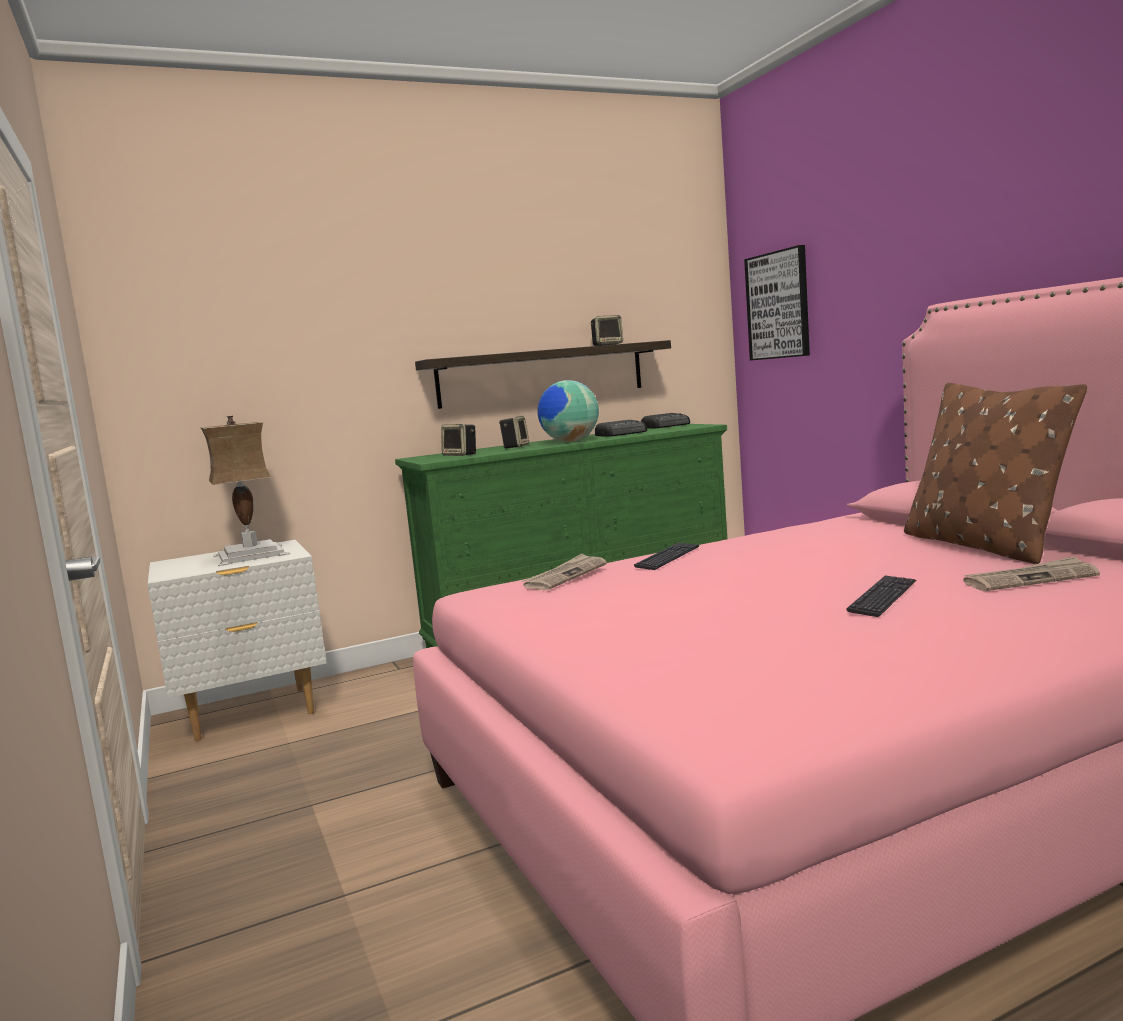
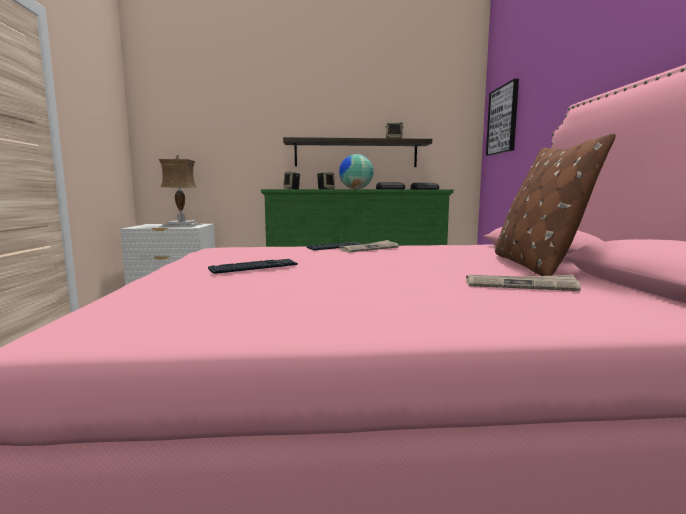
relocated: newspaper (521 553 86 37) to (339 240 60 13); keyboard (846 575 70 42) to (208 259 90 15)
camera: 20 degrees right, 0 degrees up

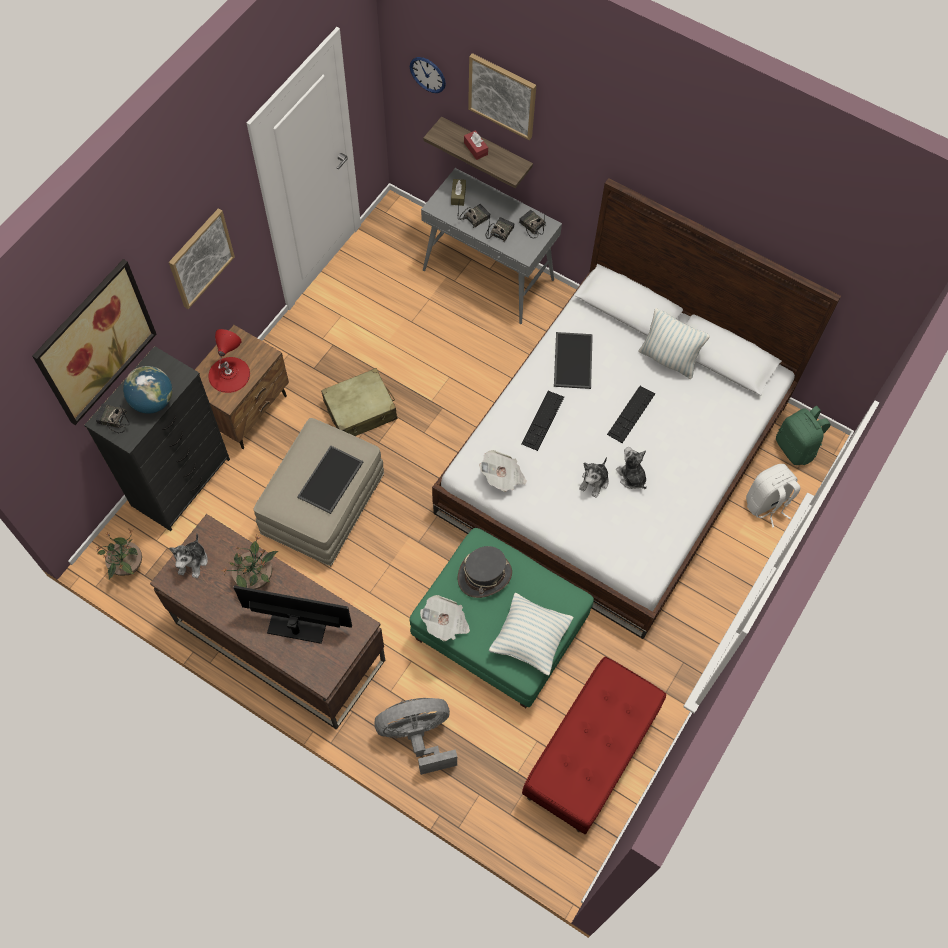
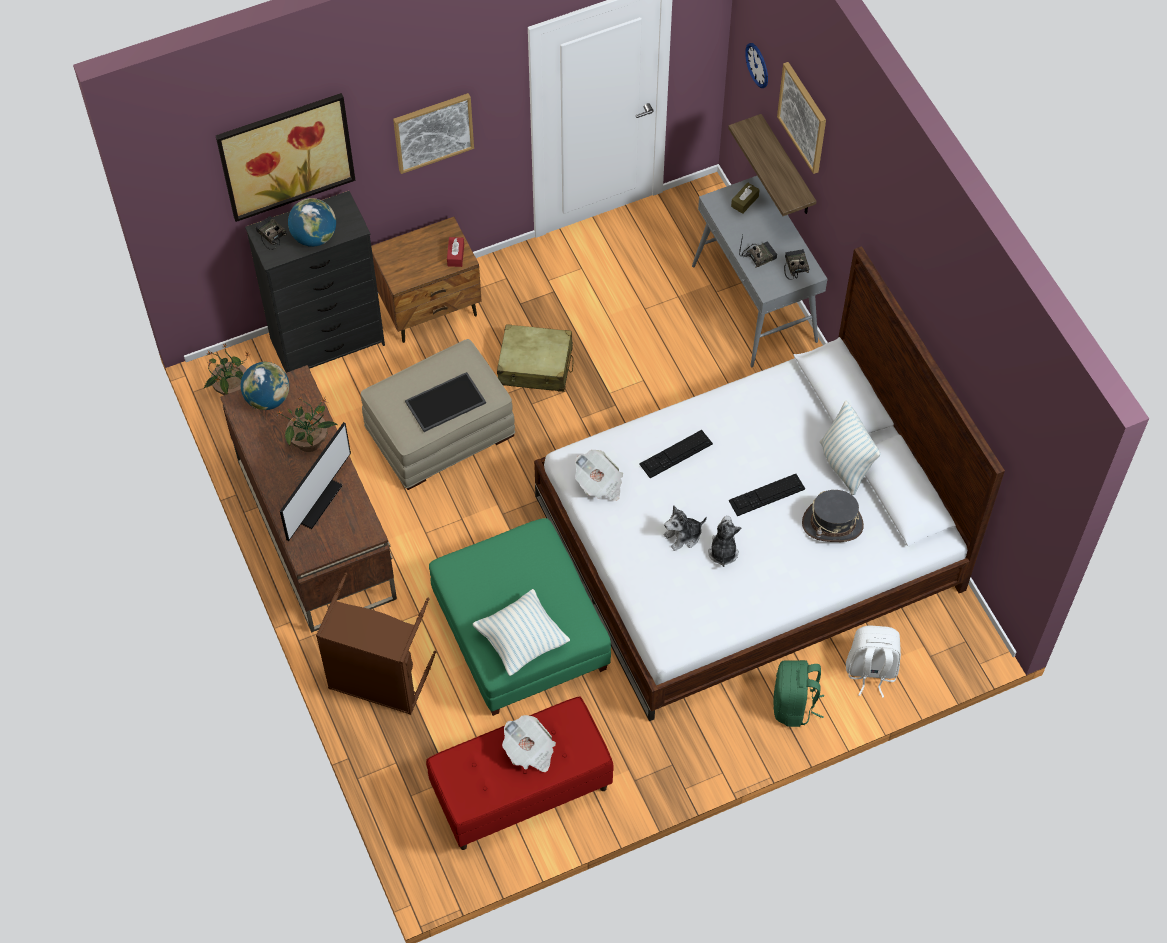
missing: red-coloured lamp for a table (208 329 42 64); radio set (458 204 32 24); carrying tray (554 332 39 57)
relocated: newspaper (420 595 50 46) to (502 715 54 57); greyish hat (458 546 54 52) to (802 490 62 52); red-coloured tissue holder (464 130 24 30) to (447 237 17 30); greenish backpack (776 406 55 59) to (773 660 51 67)
exchanged: cuddly toy (169 533 39 45) to world globe (241 362 48 48); greyish fan (375 698 82 77) to brownish washing basket (316 573 120 142)
spun: computer screen (234 585 118 59) = (280 422 71 119) 75 degrees clockwise
camera: 35 degrees right, 5 degrees down

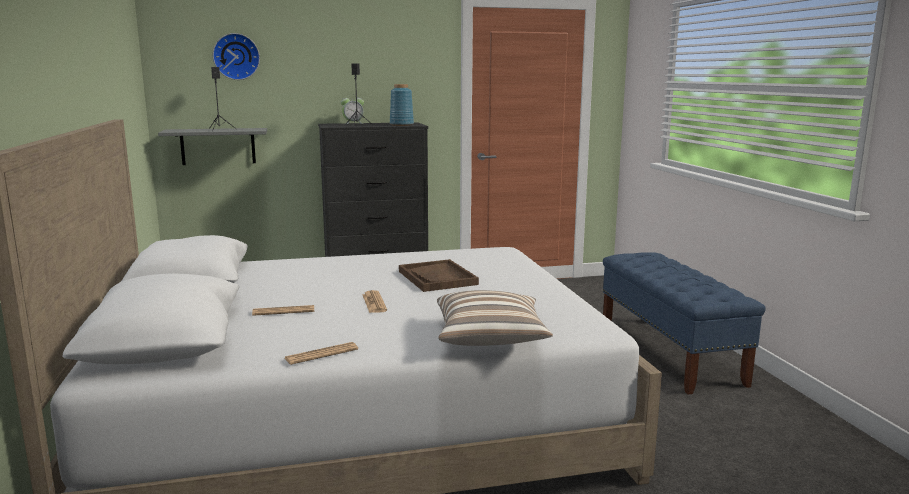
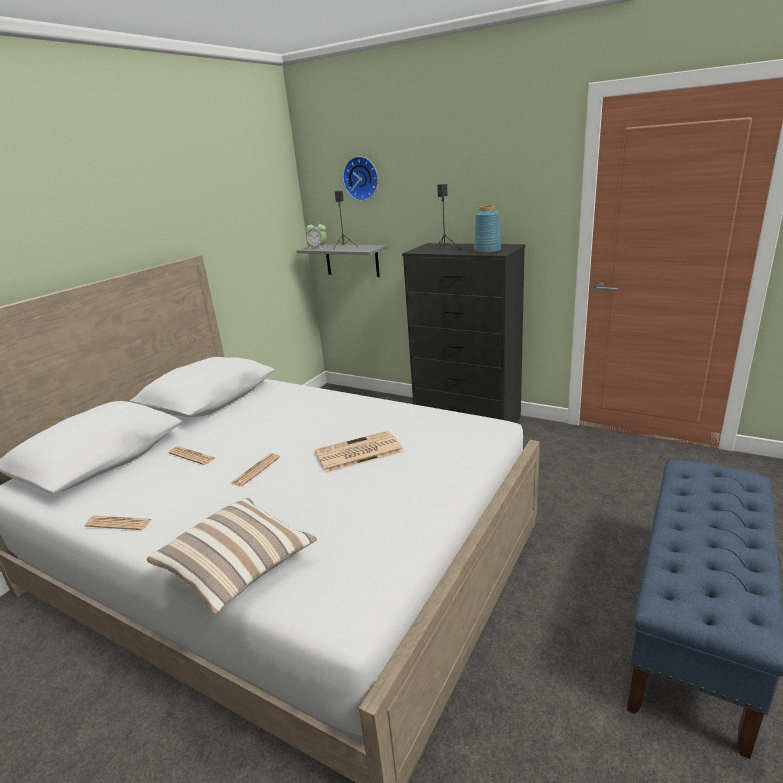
relocated: table clock (341 98 23 26) to (306 223 21 26)
exchanged: brownish carrying tray (399 259 80 33) to newspaper (315 431 89 42)
camera: 45 degrees right, 10 degrees up

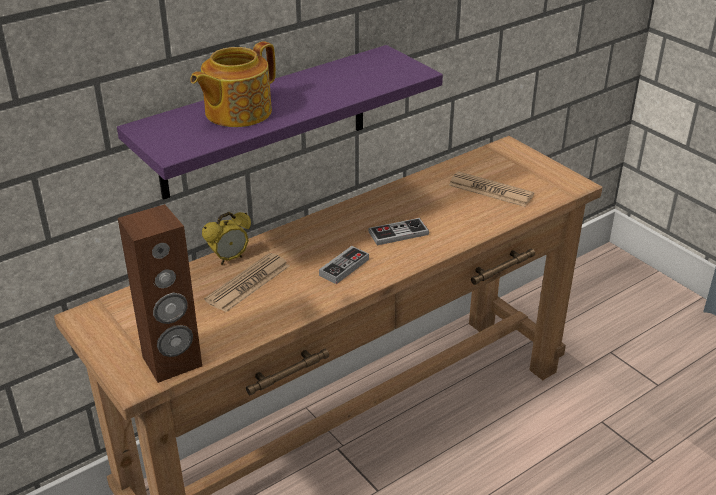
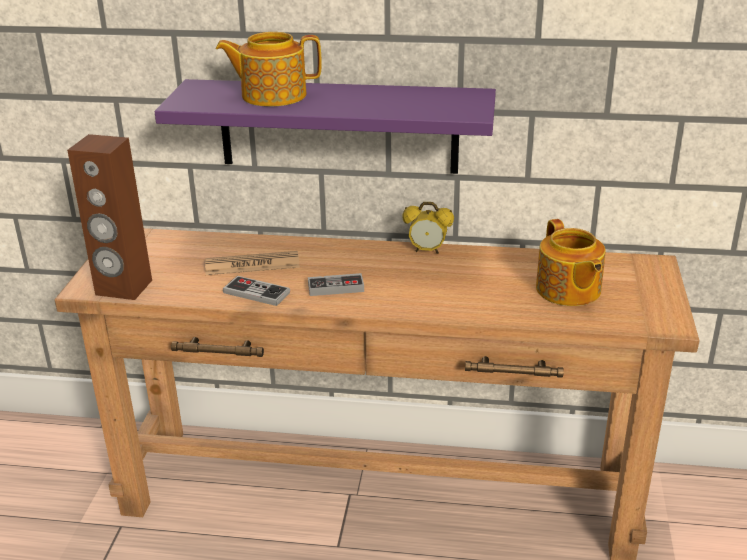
relocated: table clock (202 212 49 53) to (402 202 52 52); gamepad (368 218 61 27) to (223 276 67 30)
exchanged: newspaper (449 171 85 36) to tea pot (536 219 69 87)
camera: 45 degrees right, 5 degrees down

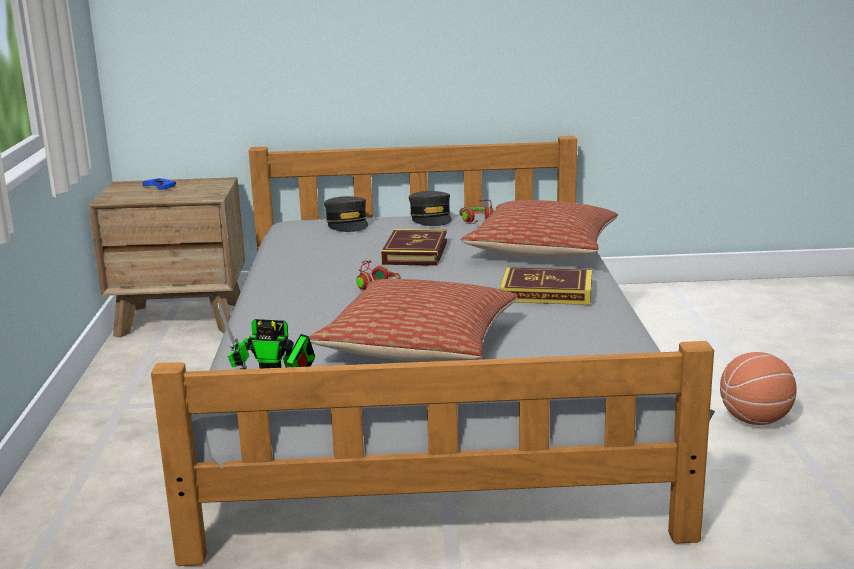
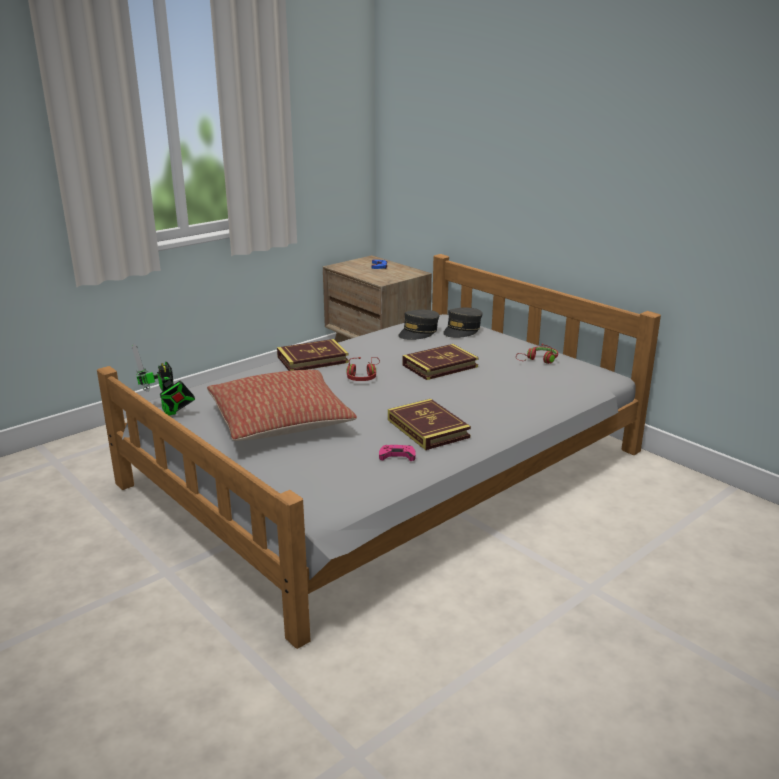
missing: pillow (461 200 157 58); basketball ball (720 352 77 73)
appeared: book (277 339 72 32); pink gamepad (379 445 37 16)
relocated: greyish cap (409 191 43 35) to (398 310 42 30)
camera: 50 degrees right, 5 degrees up

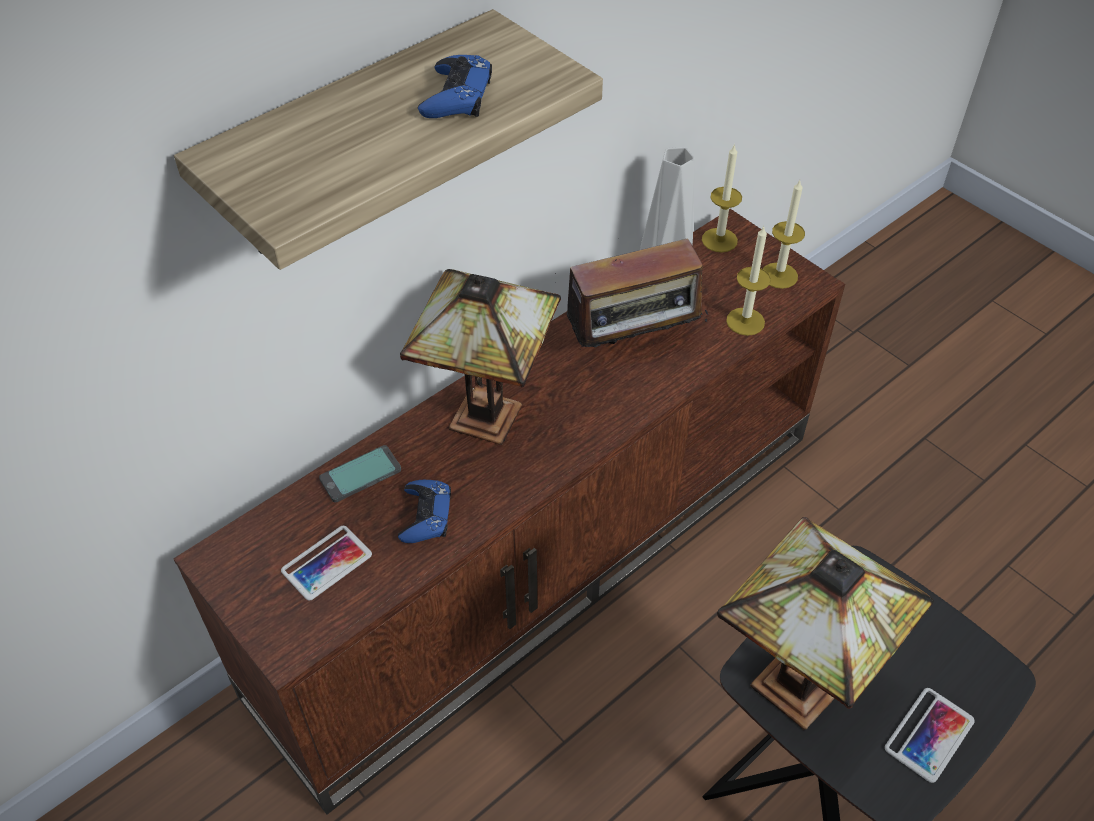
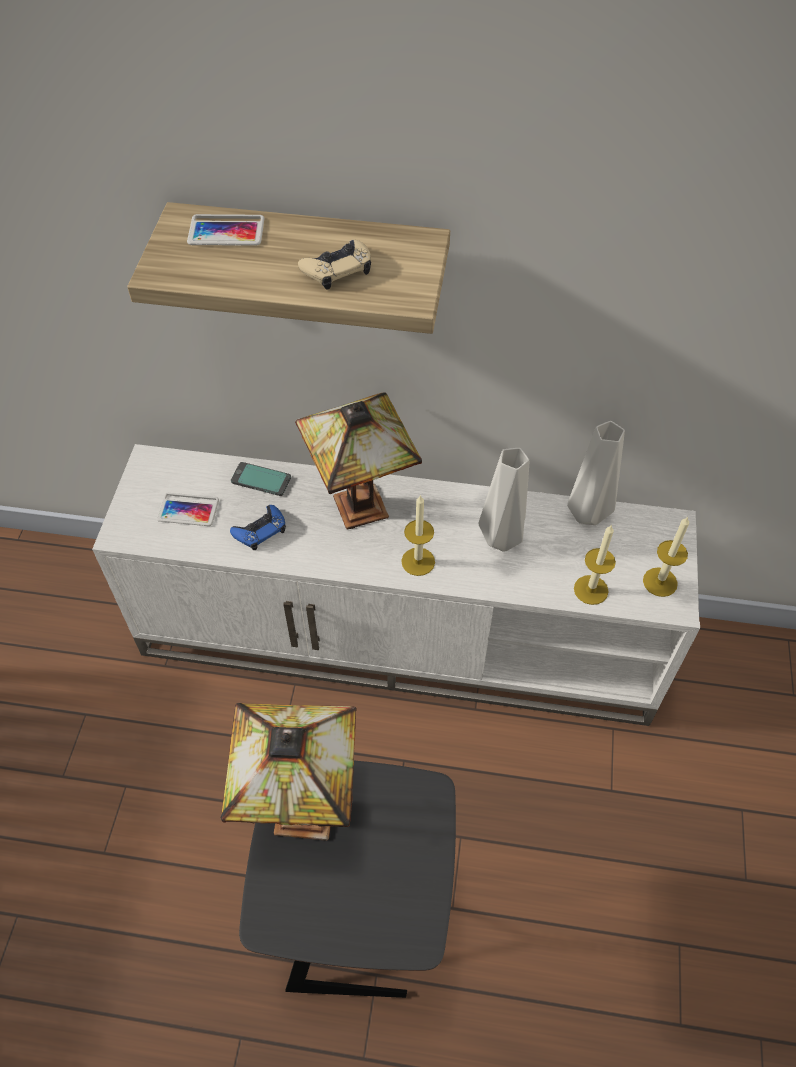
relocated: wax candle (702 144 40 109) to (401 495 34 81); telephone (885 688 90 95) to (187 214 77 32)
exchanged: radio set (555 238 153 109) to greyish decorative vase (479 448 50 104)
colour: brownish tv unit (173 209 672 605) to whitish tv unit (92 444 608 282); blue gamepad (418 55 74 63) to beige gamepad (298 240 73 49)
camera: 50 degrees right, 5 degrees up

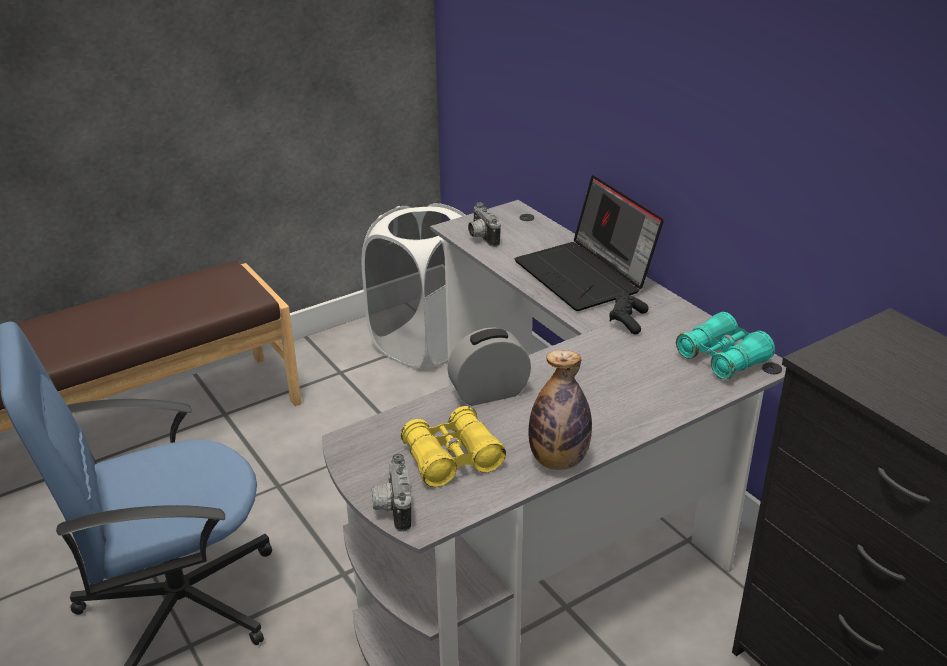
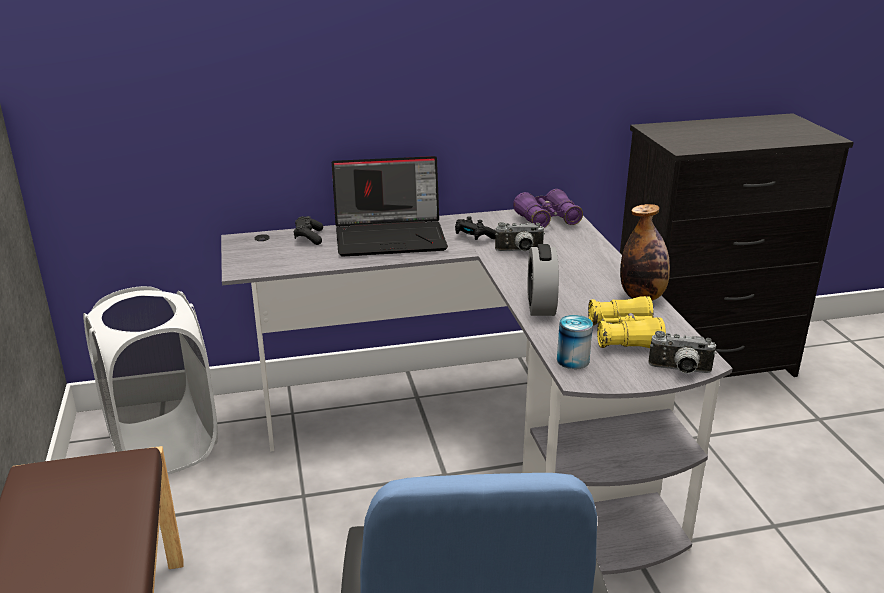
appeared: blackish gamepad (294 216 29 29); sealed can (557 315 36 54)
relocated: photo camera (468 203 33 44) to (495 222 50 29)
colour: turquoise pair of binoculars (676 312 99 67) to purplish pair of binoculars (513 189 70 39)
camera: 70 degrees left, 5 degrees down

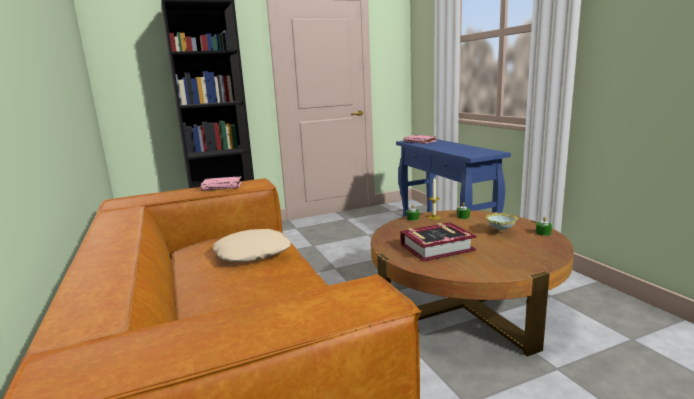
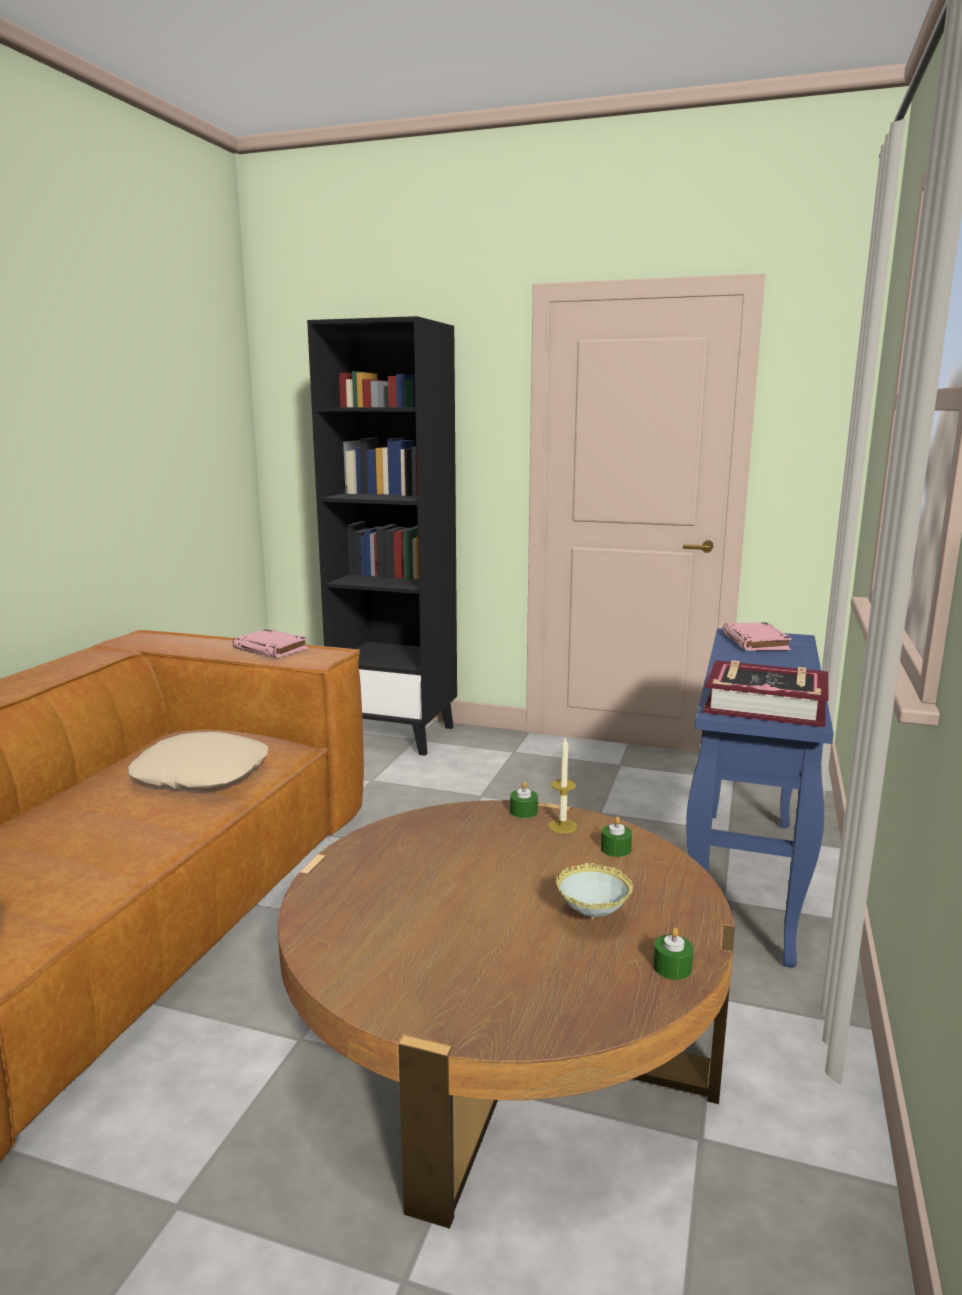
relocated: book (401 222 75 39) to (703 660 126 67)
camera: 40 degrees right, 0 degrees up

